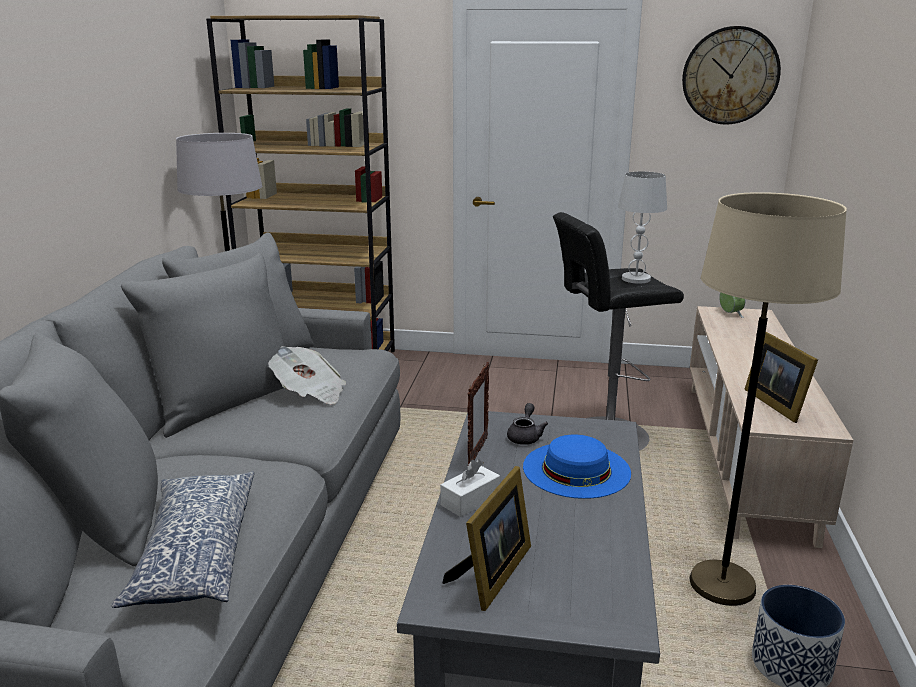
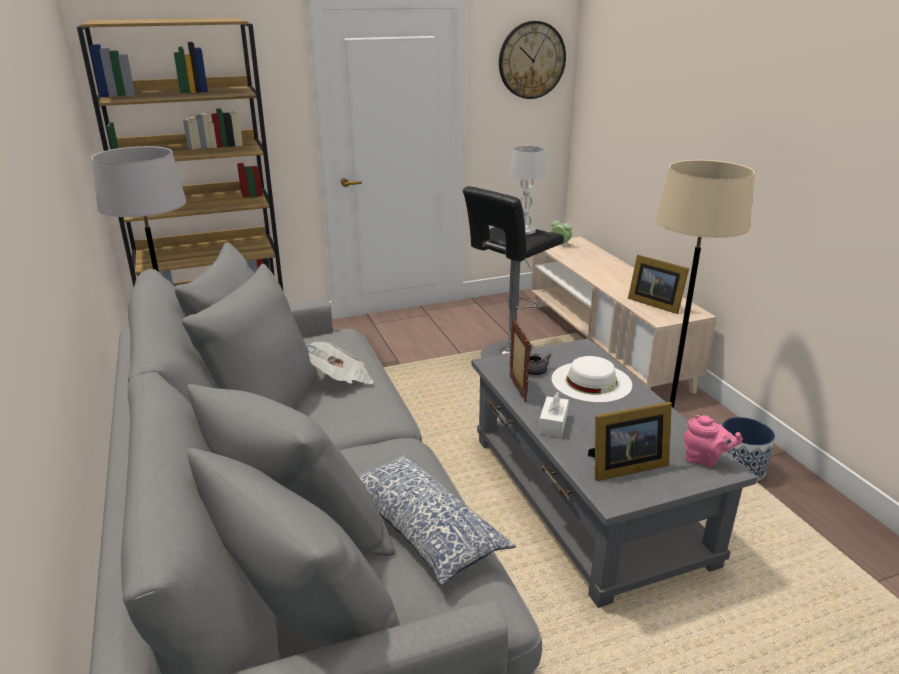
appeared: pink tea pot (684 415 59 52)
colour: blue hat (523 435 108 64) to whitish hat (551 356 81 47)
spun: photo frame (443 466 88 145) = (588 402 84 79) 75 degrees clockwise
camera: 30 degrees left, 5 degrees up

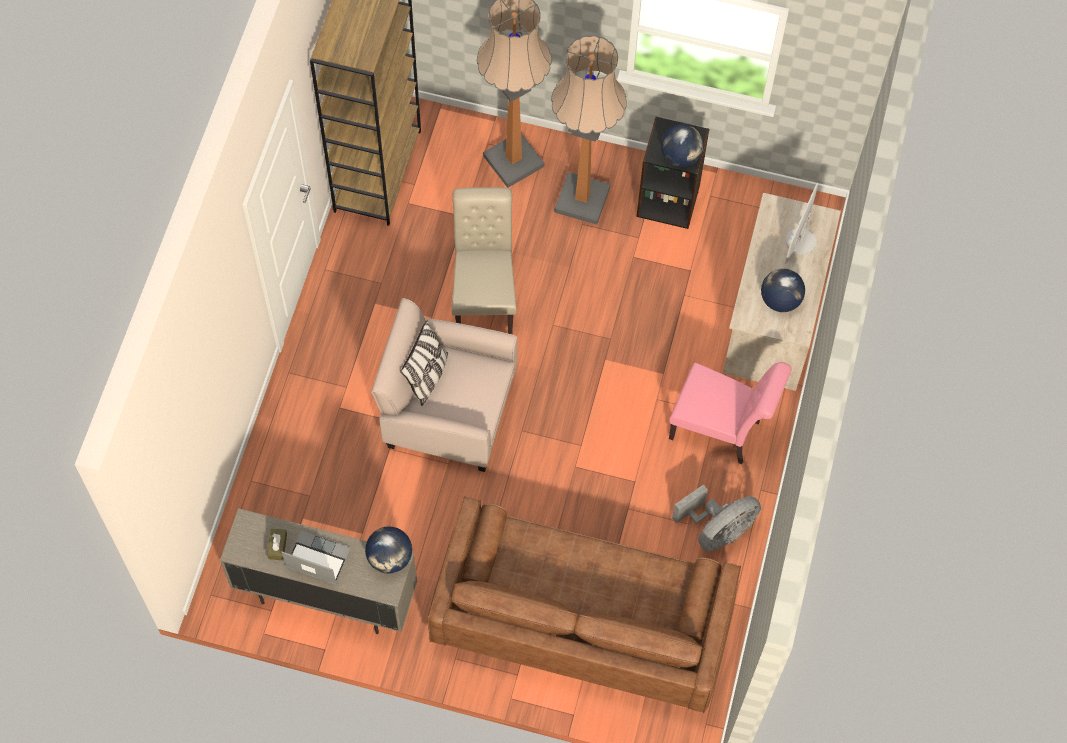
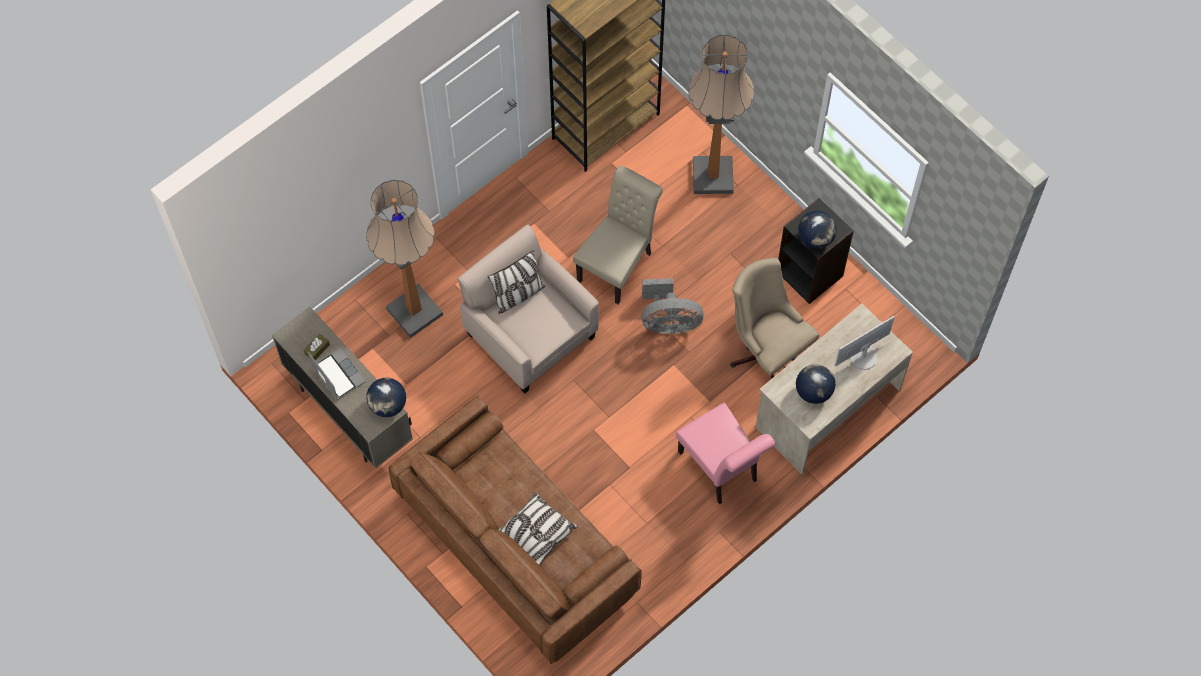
appeared: pillow (499 492 79 74); beige office chair (730 258 90 121)
relocated: standing lamp (551 35 76 190) to (366 180 77 158); greyish fan (672 485 90 67) to (642 278 62 56)
camera: 35 degrees right, 0 degrees up

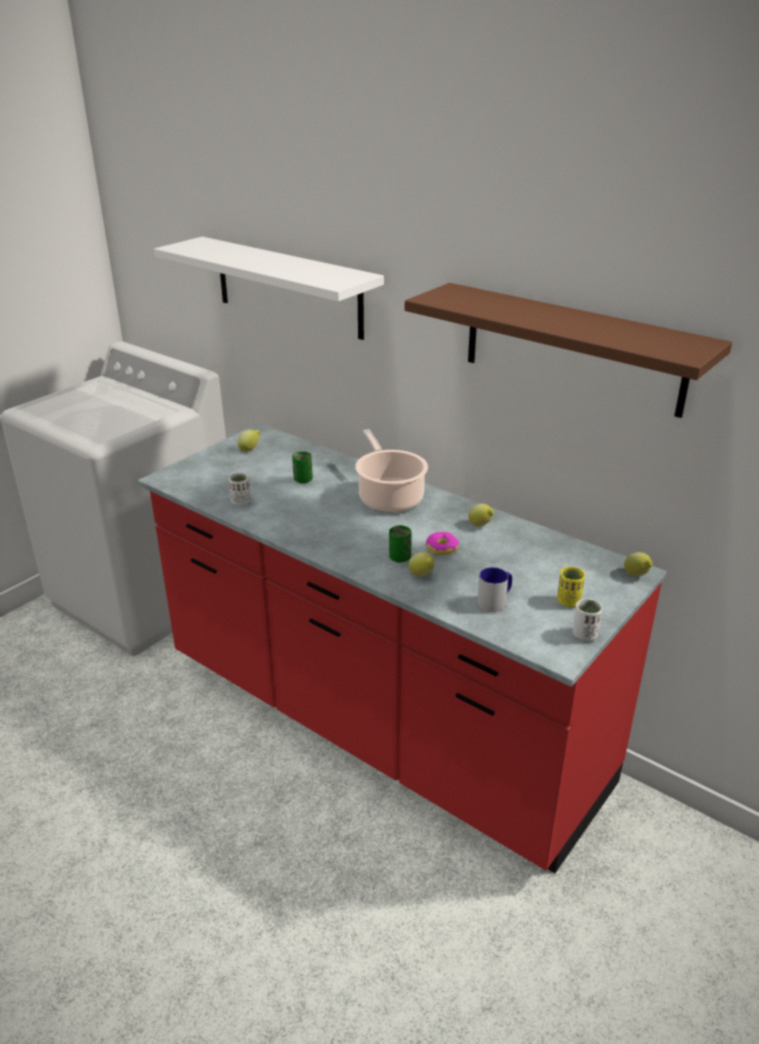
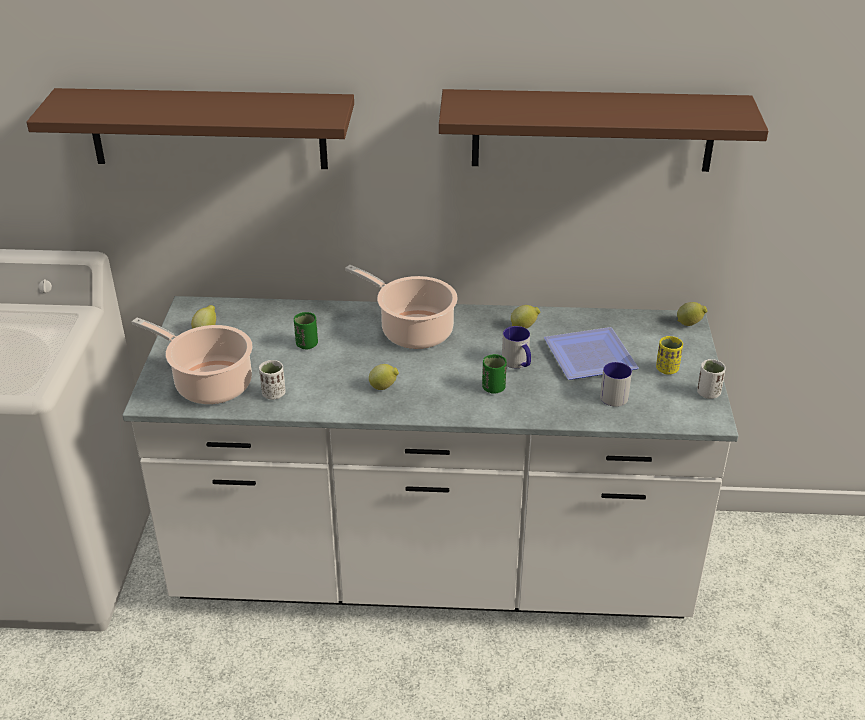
appeared: saucepot (132 318 121 86); flat dish (544 327 95 53)
relocated: citrus fruit (408 552 26 25) to (369 364 30 26)
exchanged: ring doughnut (426 532 33 24) to mug (502 326 29 42)
colour: red-coloured counter (138 423 529 450) to whitish counter (122 296 616 323); whitish shelf (154 237 230 103) to brownish shelf (27 88 327 81)
camera: 35 degrees left, 5 degrees up

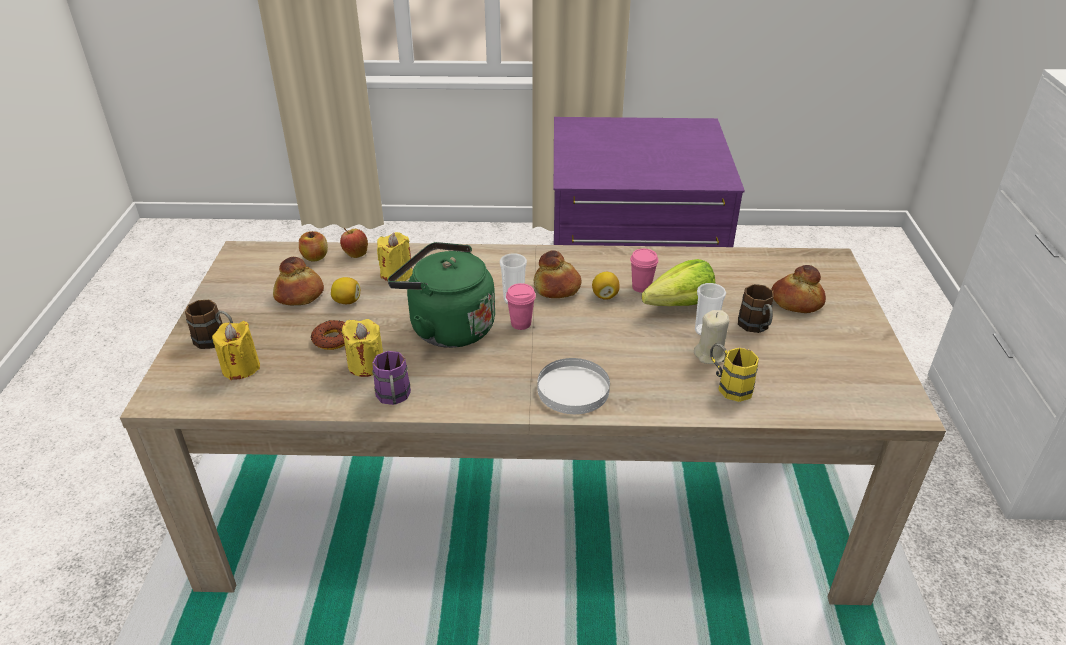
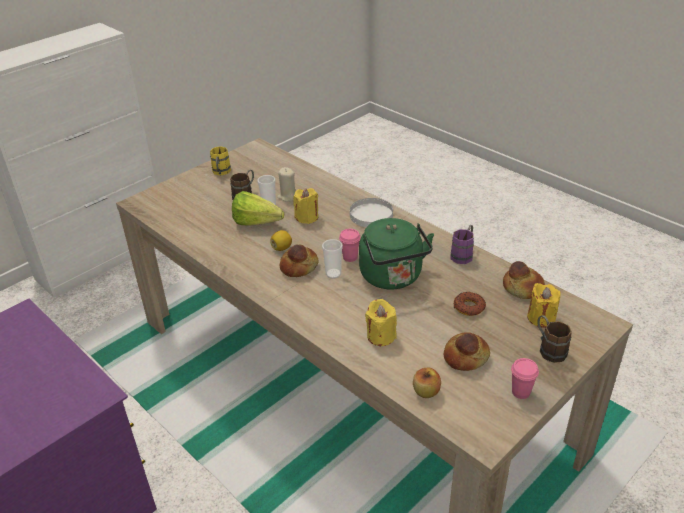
missing: citrus fruit (331 277 29 27); apple (340 228 28 30)
relocated: yellow-coloured wax candle (341 319 42 58) to (293 188 25 36); pink drinking cup (630 249 28 44) to (511 358 28 41); yellow-coloured mug (710 343 49 59) to (210 146 21 29); bread (771 265 55 48) to (503 261 42 38)
camera: 135 degrees left, 0 degrees up

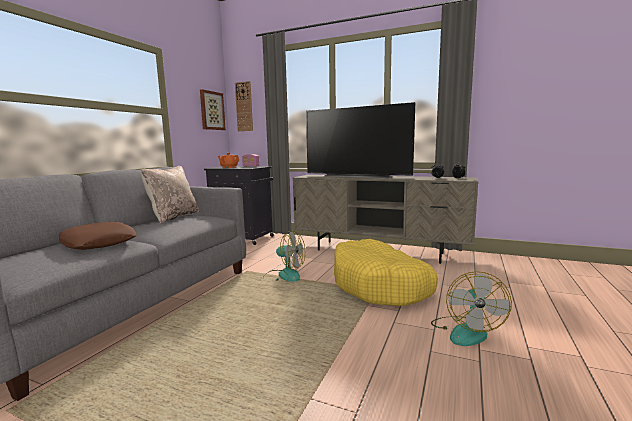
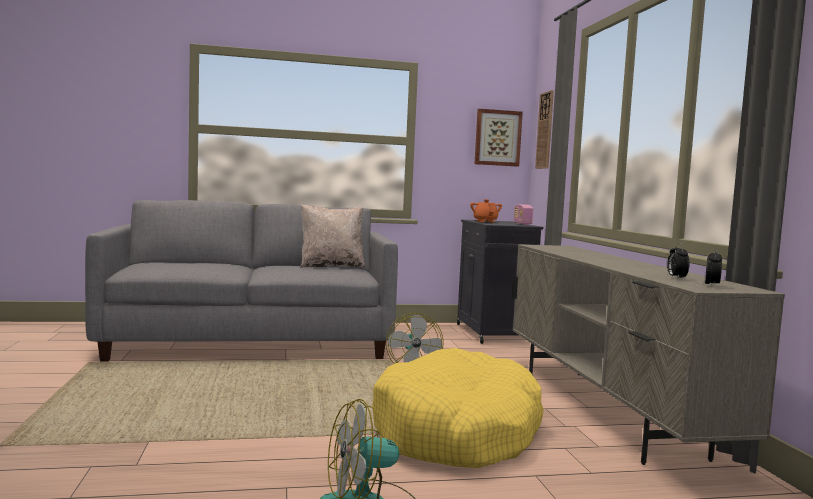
missing: brownish pillow (59 221 78 29); television (306 102 109 77)
camera: 55 degrees right, 5 degrees down

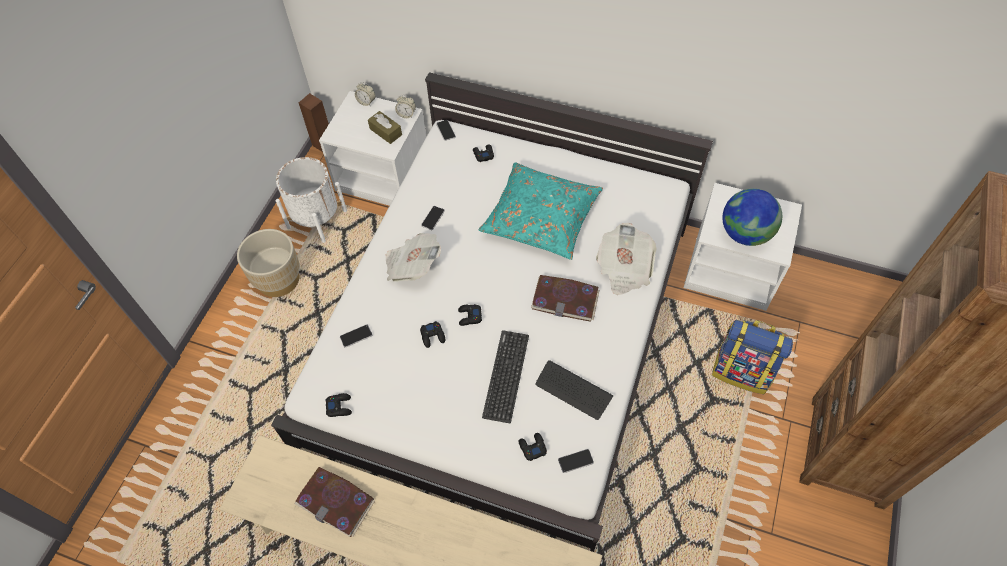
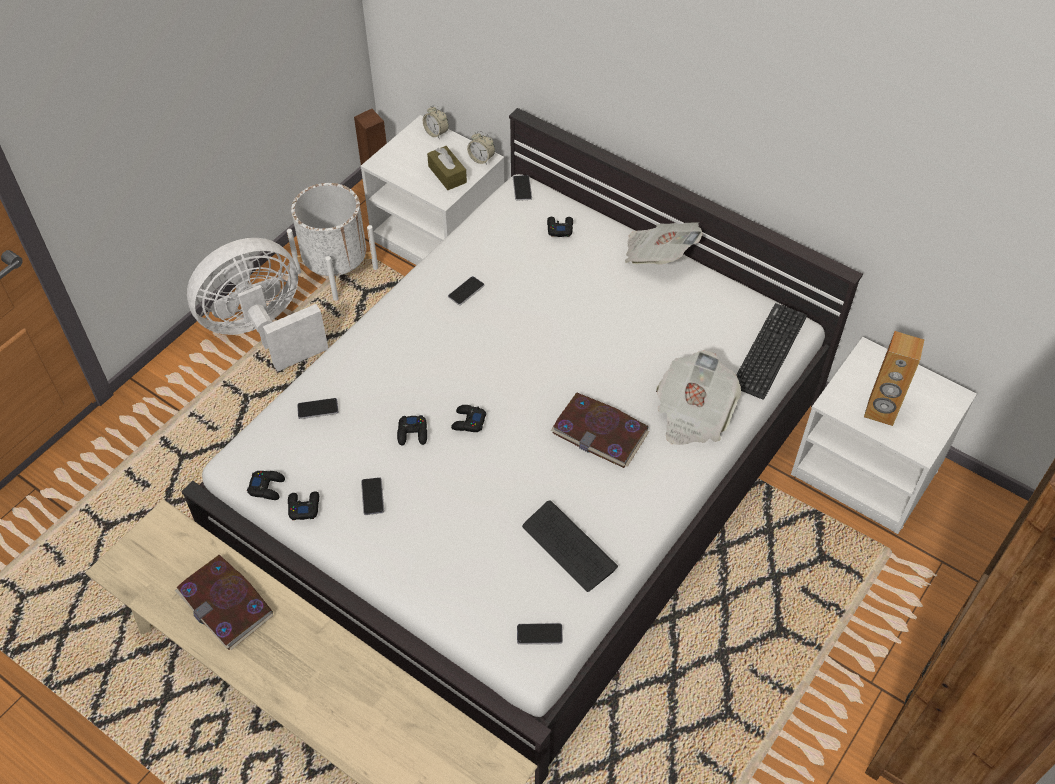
missing: turquoise pillow (478 163 125 97); backpack (712 320 81 74)
appeared: telephone (361 477 23 38)
relocated: newspaper (386 233 55 49) to (625 222 78 43); keyboard (482 330 47 93) to (736 303 71 97); blackish gamepad (518 433 29 28) to (288 491 31 29)
exchanged: beige flower pot (237 229 63 68) to whitish fan (187 238 142 134); world globe (722 188 60 58) to brownish audio speaker (864 331 61 95)
camera: 15 degrees right, 5 degrees down

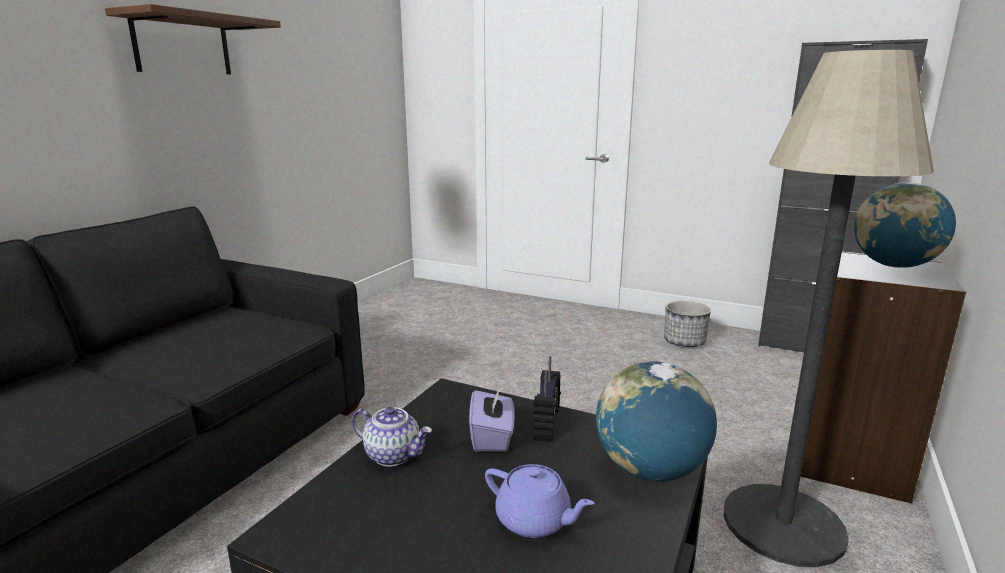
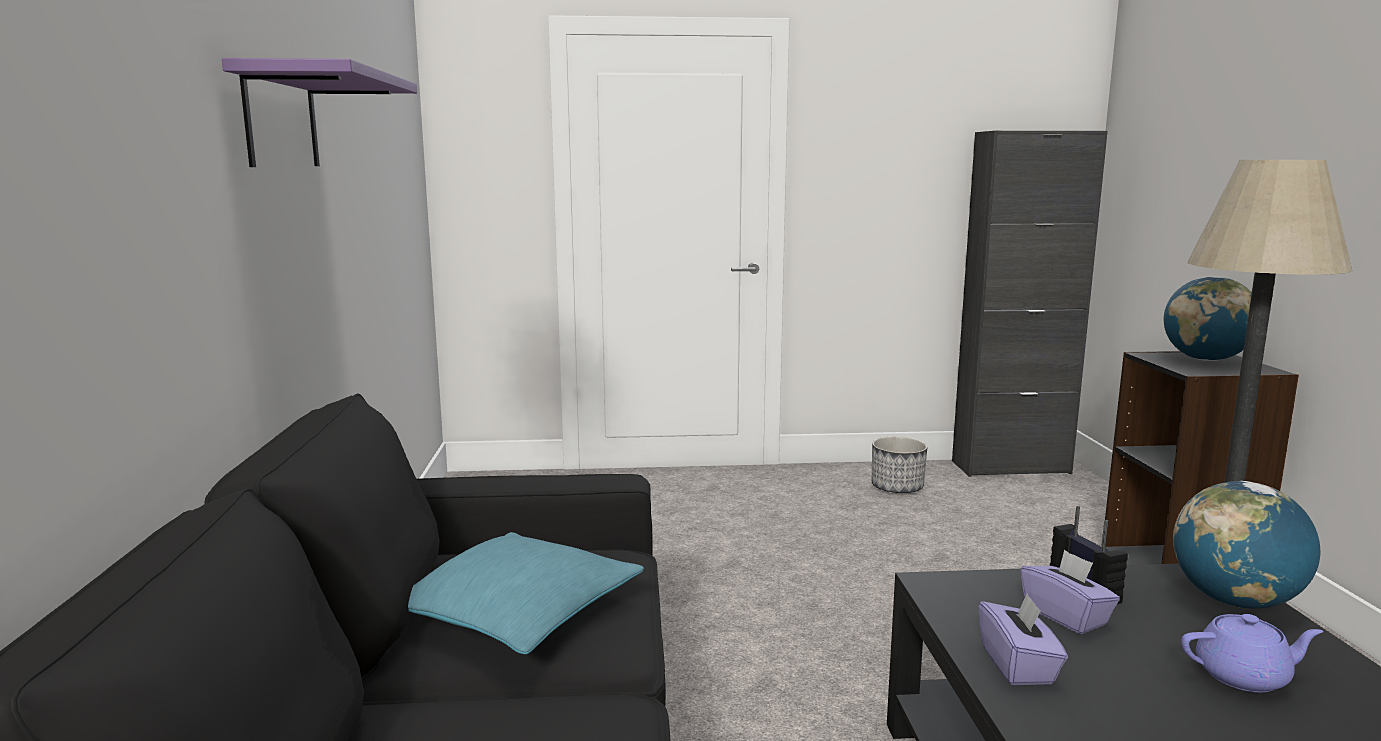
appeared: turquoise pillow (408 532 236 122)
exchanged: tea pot (352 407 80 60) to purplish tissue holder (978 593 90 92)
colour: brownish shelf (105 4 176 70) to purplish shelf (222 58 195 109)
camera: 30 degrees left, 5 degrees down

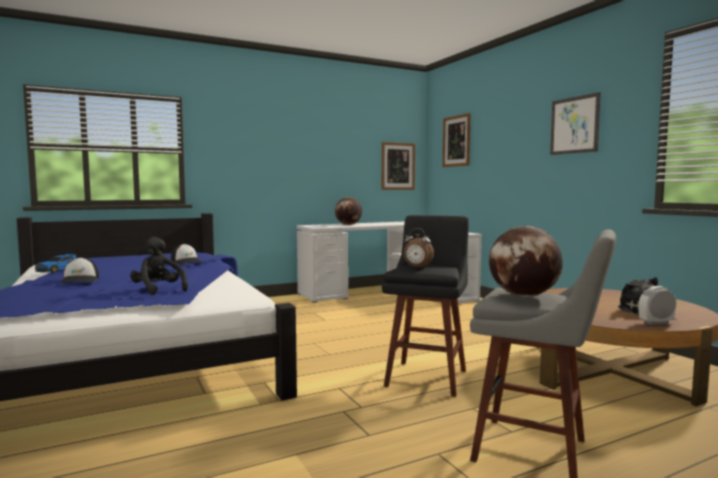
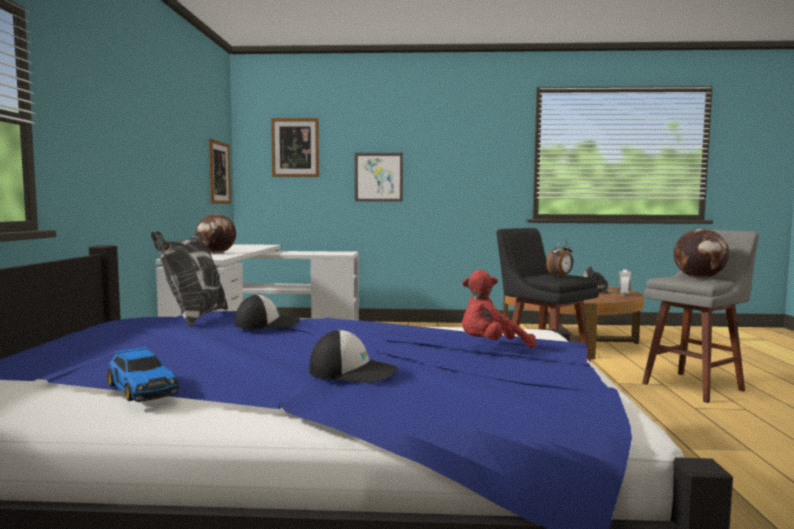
appeared: pillow (151 231 77 96)
relocated: wall picture (550 92 51 63) to (355 153 48 49)
colour: blackish cuddly toy (130 237 58 58) to red-coloured cuddly toy (462 270 74 78)
camera: 60 degrees left, 0 degrees up

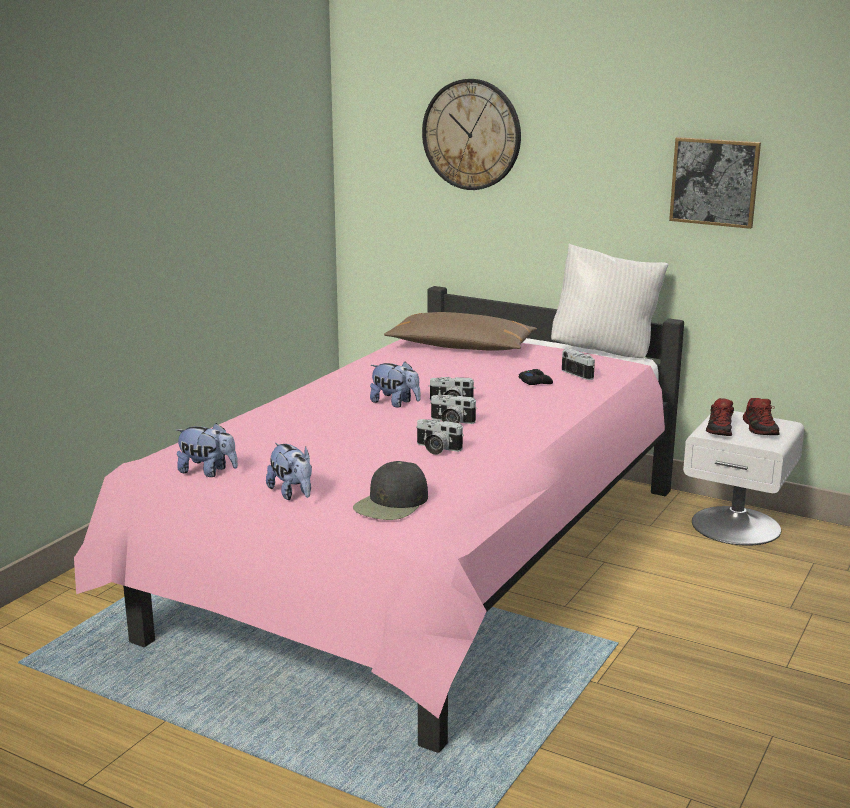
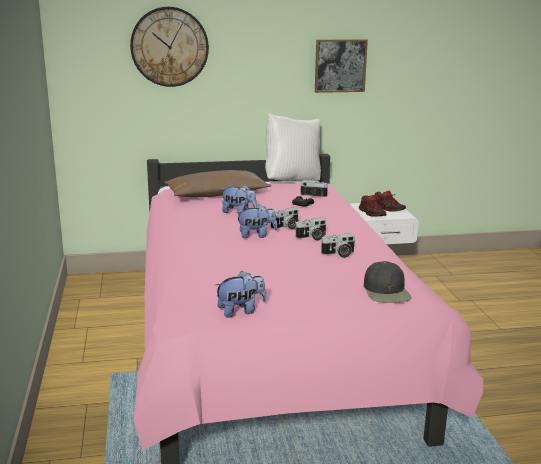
relocated: cuddly toy (266 443 46 57) to (221 185 36 29)
camera: 40 degrees left, 0 degrees up

